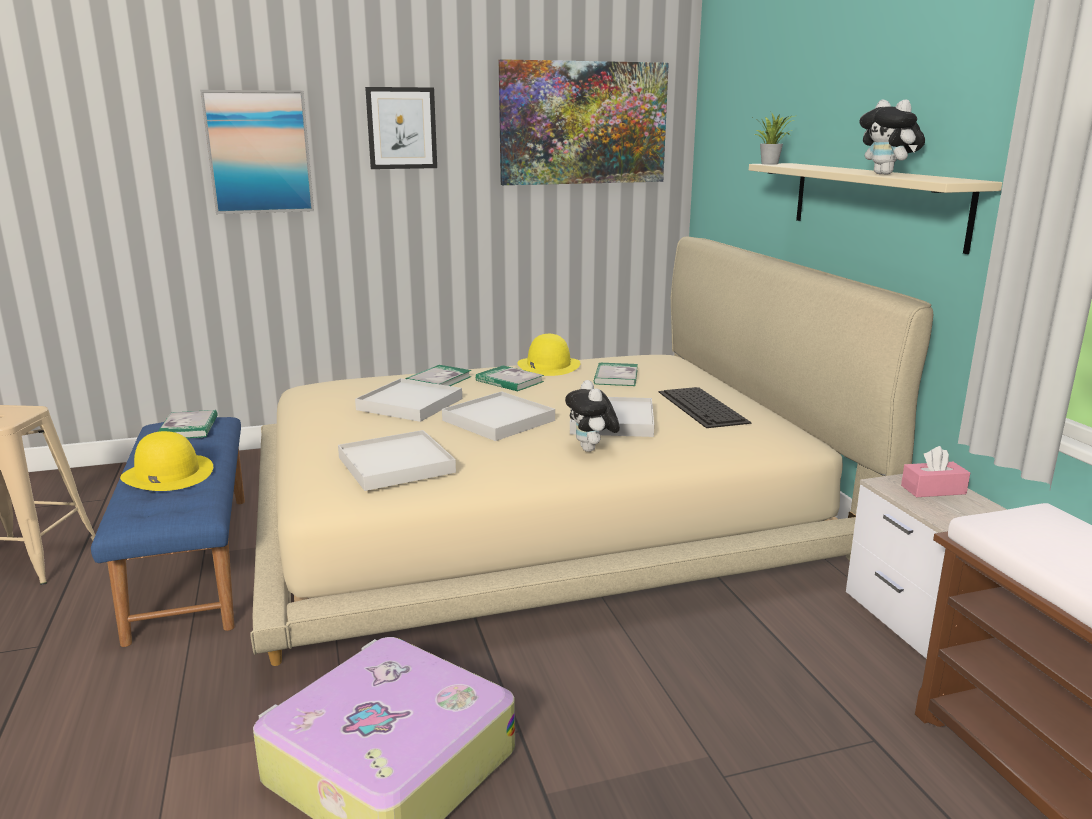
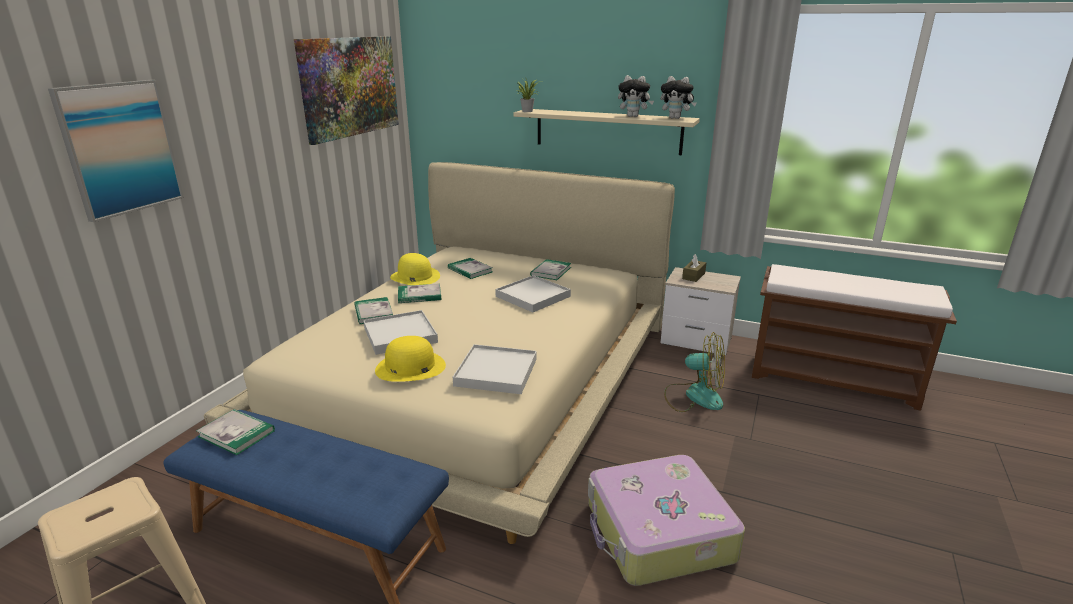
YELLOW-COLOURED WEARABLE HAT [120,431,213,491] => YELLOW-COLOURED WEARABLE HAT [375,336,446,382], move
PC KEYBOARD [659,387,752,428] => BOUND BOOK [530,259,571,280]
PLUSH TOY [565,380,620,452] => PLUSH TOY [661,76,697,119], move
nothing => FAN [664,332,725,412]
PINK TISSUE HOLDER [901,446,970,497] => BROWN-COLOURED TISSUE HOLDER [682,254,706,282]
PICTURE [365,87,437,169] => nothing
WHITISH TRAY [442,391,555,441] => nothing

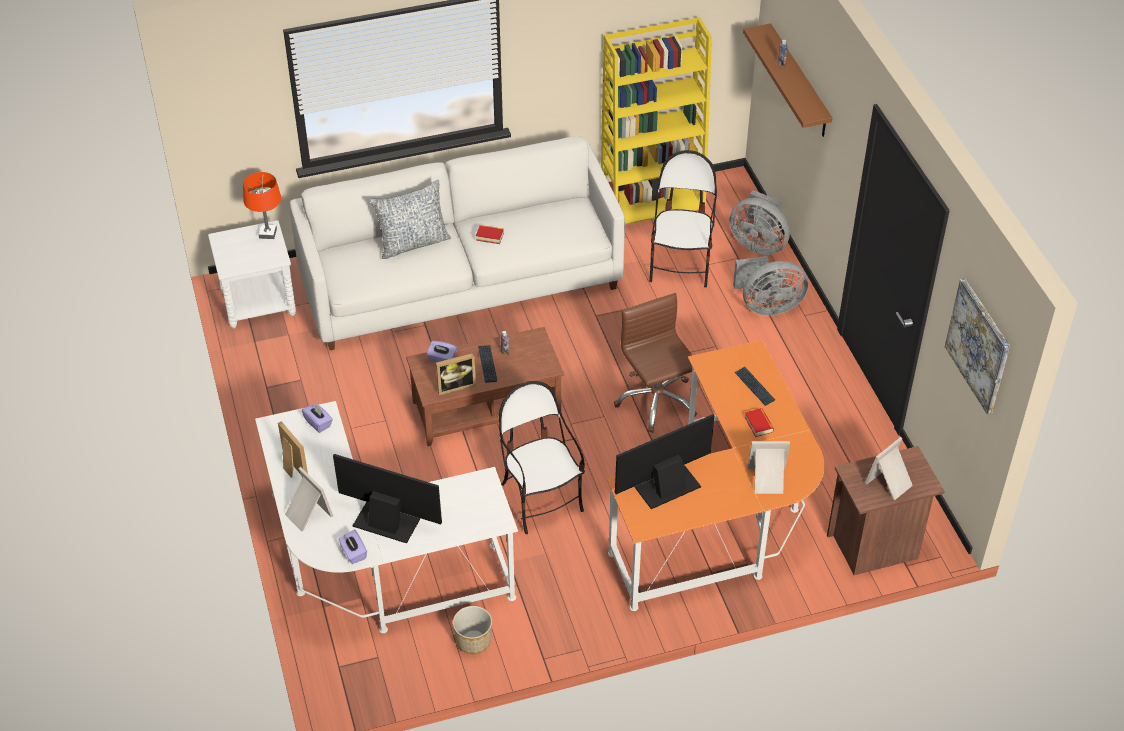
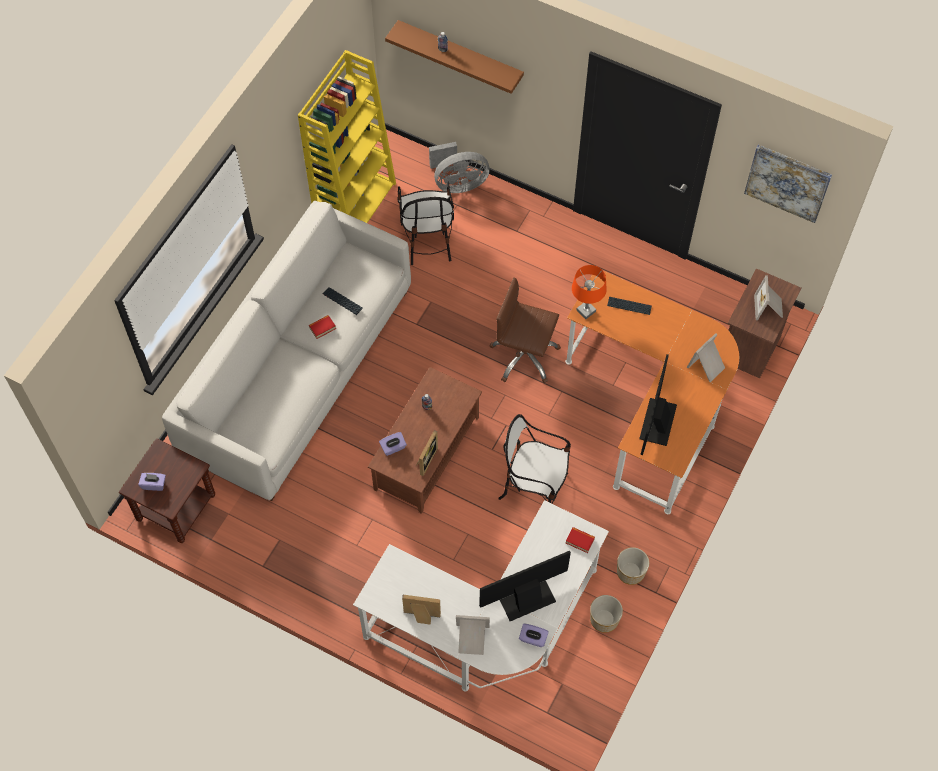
WHITISH ACCENT TABLE [208,220,296,328] => BROWN-COLOURED ACCENT TABLE [119,438,215,543]
PURPLE-COLOURED TISSUE HOLDER [302,404,333,433] => PURPLE-COLOURED TISSUE HOLDER [138,473,166,491], move
PC KEYBOARD [478,345,497,383] => PC KEYBOARD [323,287,362,315], move
PLAIN CHAIR [649,150,717,288] => PLAIN CHAIR [397,181,454,265], 150 degrees counterclockwise
BOUND BOOK [744,408,774,437] => BOUND BOOK [566,527,595,553], move
ORANGE-COLOURED LAMP FOR A TABLE [243,172,281,239] => ORANGE-COLOURED LAMP FOR A TABLE [572,265,607,319], move
nothing => PLANT POT [617,547,649,585]
THROW PILLOW [370,180,451,259] => nothing
GREYISH FAN [733,256,808,316] => nothing

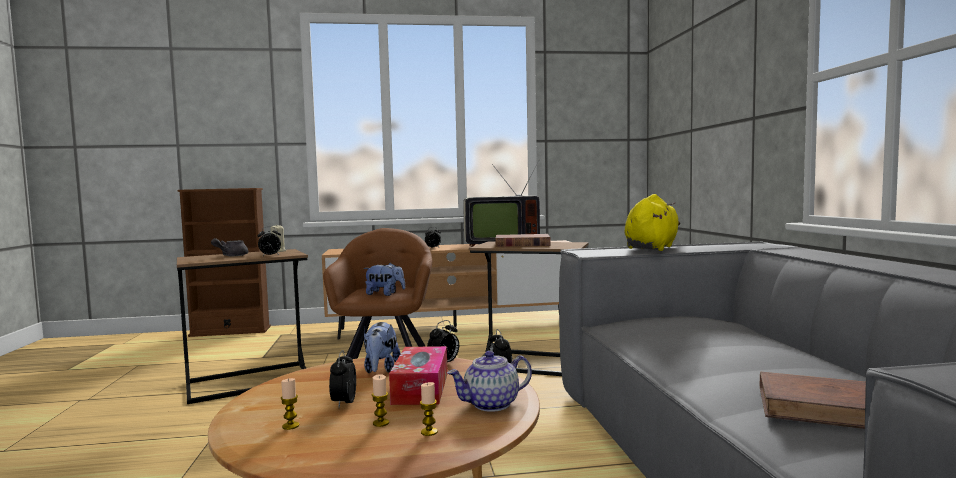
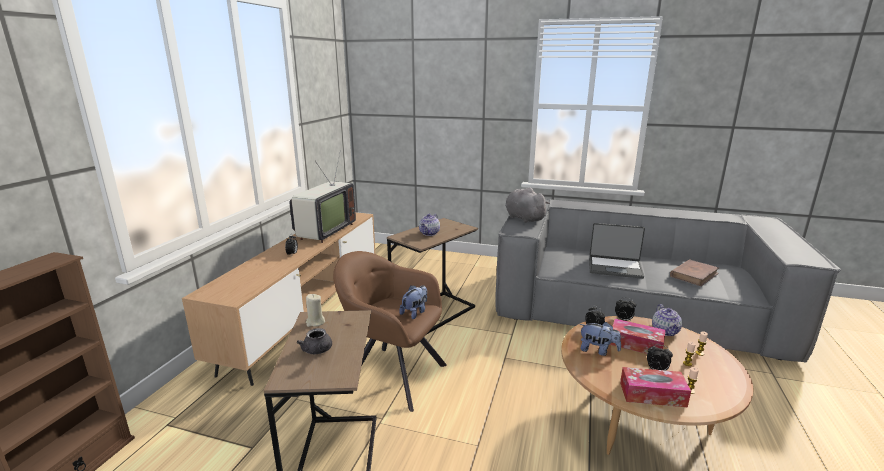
BROWN-COLOURED BOUND BOOK [495,234,551,247] => TEAPOT [419,214,440,236]
YELLOW-COLOURED PLUSH TOY [624,194,680,251] => GREYISH PLUSH TOY [505,188,550,223]
nothing => NOTEBOOK COMPUTER [589,223,645,279]
nothing => TISSUE HOLDER [620,367,691,408]
TABLE CLOCK [257,227,281,256] => nothing

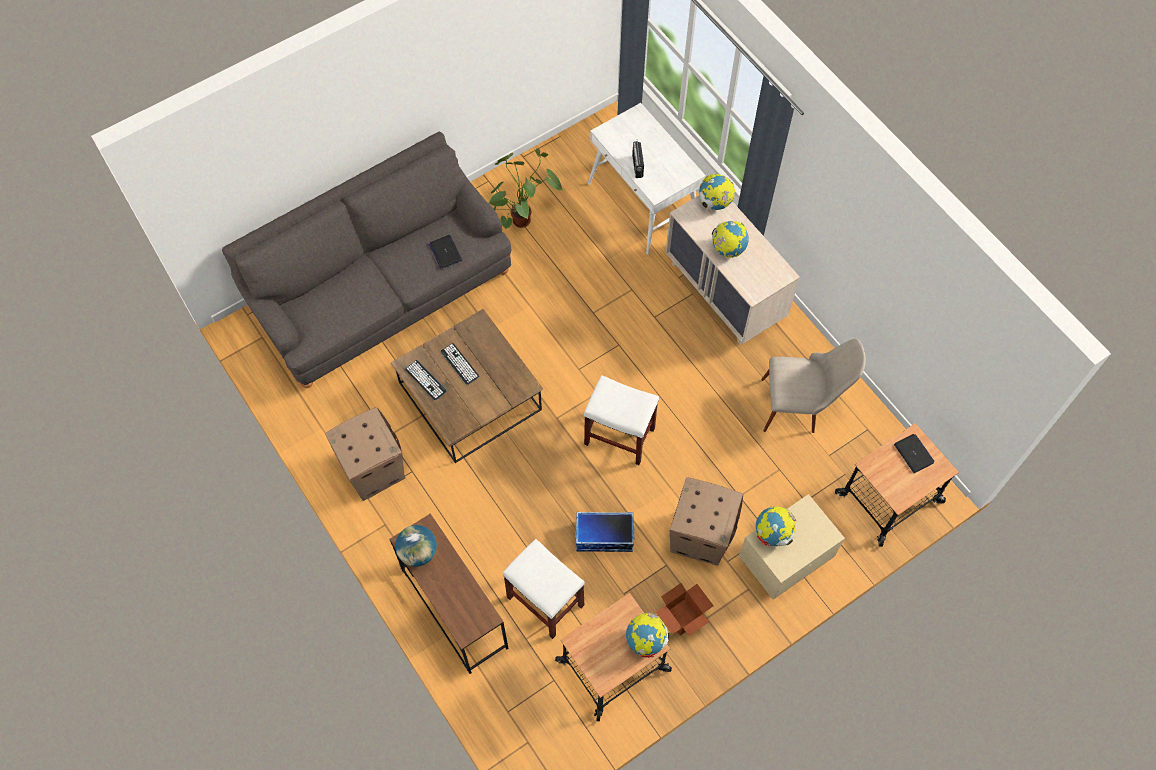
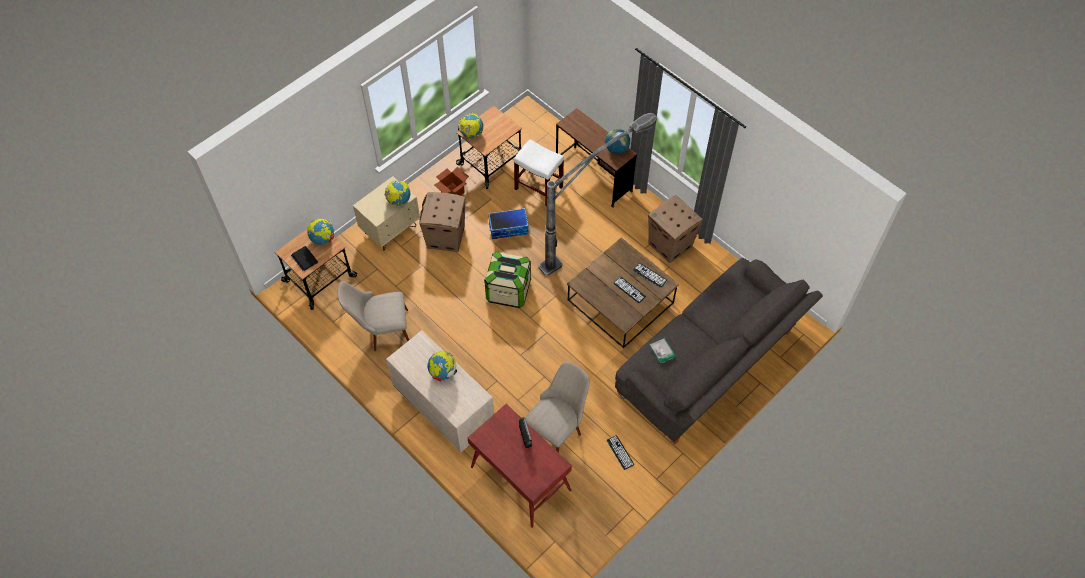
DESK GLOBE [699,174,735,210] => DESK GLOBE [307,219,334,245], move
WHITISH DESK TABLE [588,103,706,254] => RED-COLOURED DESK TABLE [468,404,572,528]
WHITISH STOOL [584,375,659,465] => STORAGE CONTAINER [484,251,531,308]
nothing => BEIGE PLAIN CHAIR [525,362,590,453]
nothing => FLOOR LAMP [539,113,657,276]
HOUSEPLANT [488,149,563,229] => PC KEYBOARD [607,435,634,470]
NOTEBOOK COMPUTER [429,235,462,268] => BOUND BOOK [650,338,676,364]

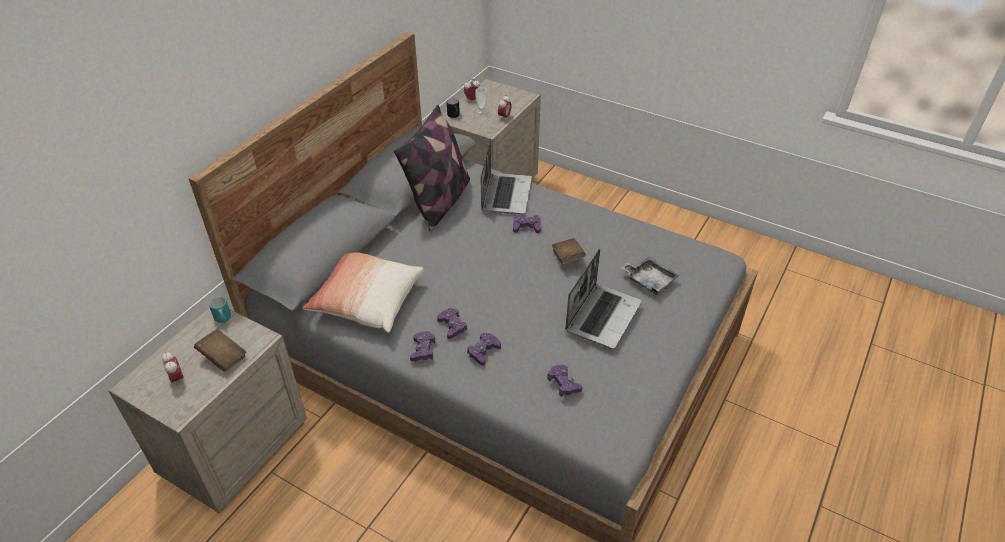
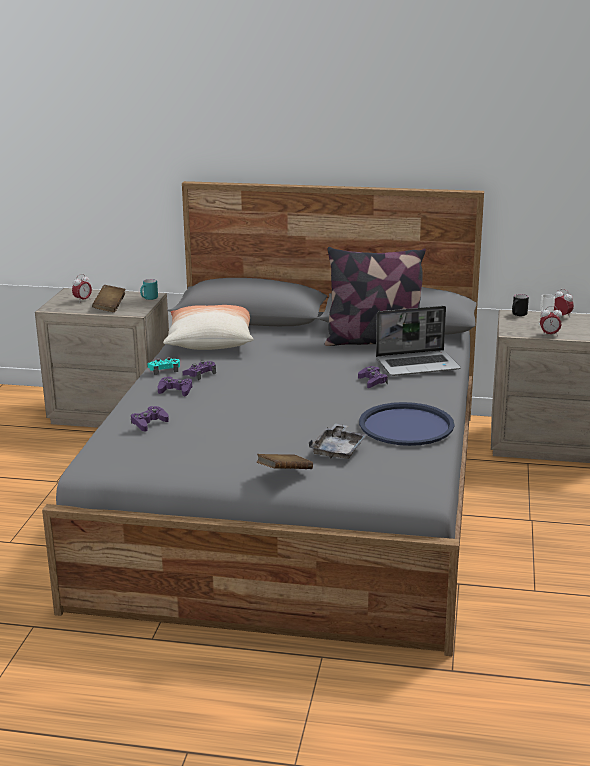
PURPLE-COLOURED JOYPAD [410,331,435,361] => TURQUOISE-COLOURED JOYPAD [148,357,180,375]
BROWN-COLOURED BOUND BOOK [551,238,586,264] => BROWN-COLOURED BOUND BOOK [257,454,313,469], move
nothing => BLUE-COLOURED TRAY [359,402,455,446]
NOTEBOOK COMPUTER [565,249,642,349] => nothing

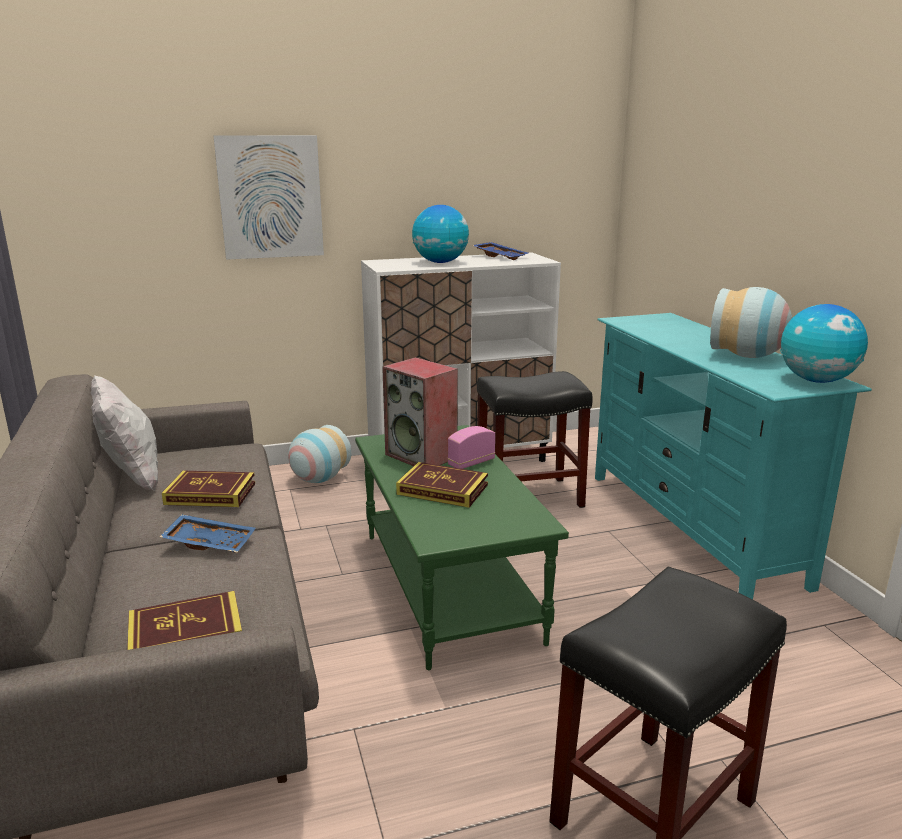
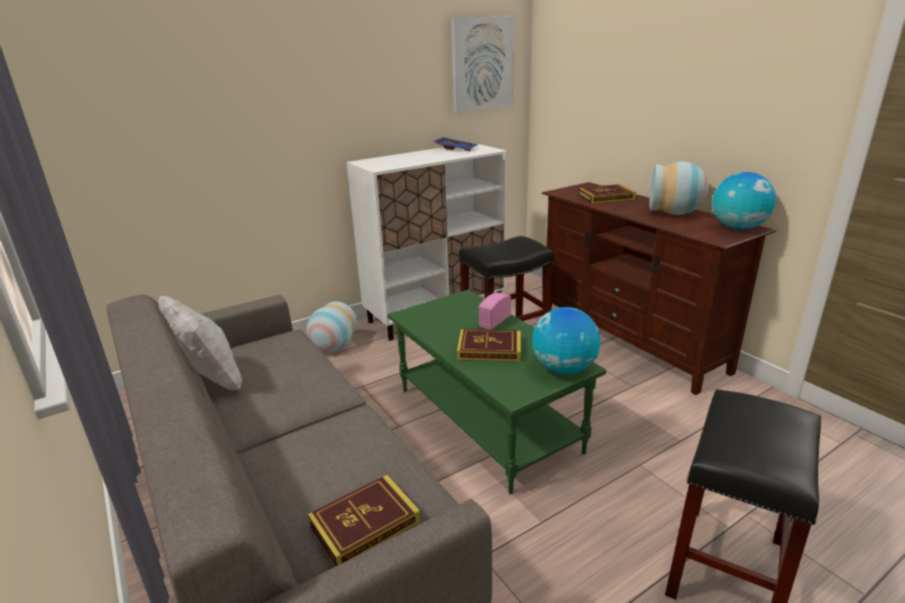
PICTURE [213,135,324,260] => PICTURE [451,16,514,113], move
DESK GLOBE [412,205,469,263] => DESK GLOBE [532,307,600,375], move
TURQUOISE-COLOURED TV UNIT [595,313,872,600] => BROWN-COLOURED TV UNIT [542,182,776,395]
BOUND BOOK [162,471,255,507] => BOUND BOOK [577,184,636,204], move
BLUE-COLOURED TRAY [160,514,256,553] => nothing
LOUDSPEAKER [382,357,458,466] => nothing

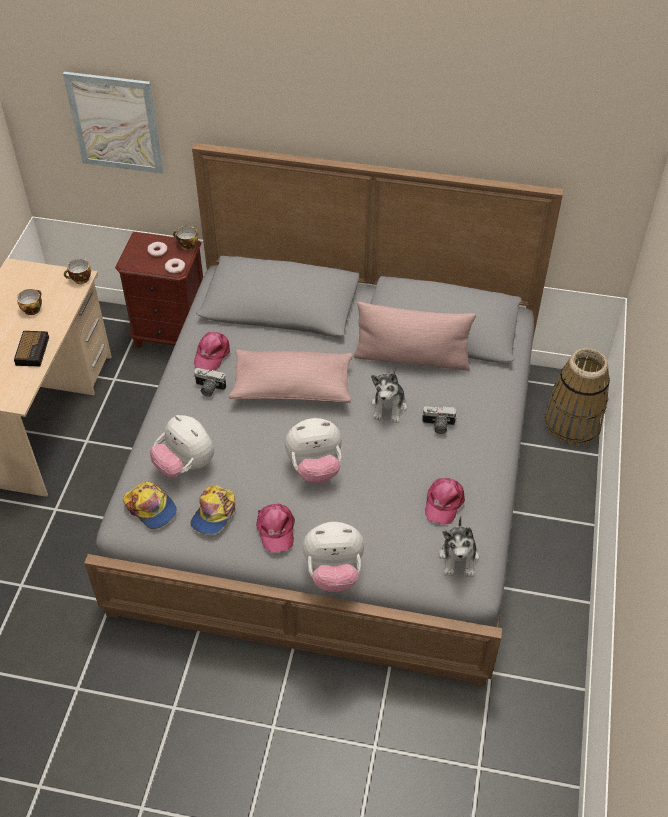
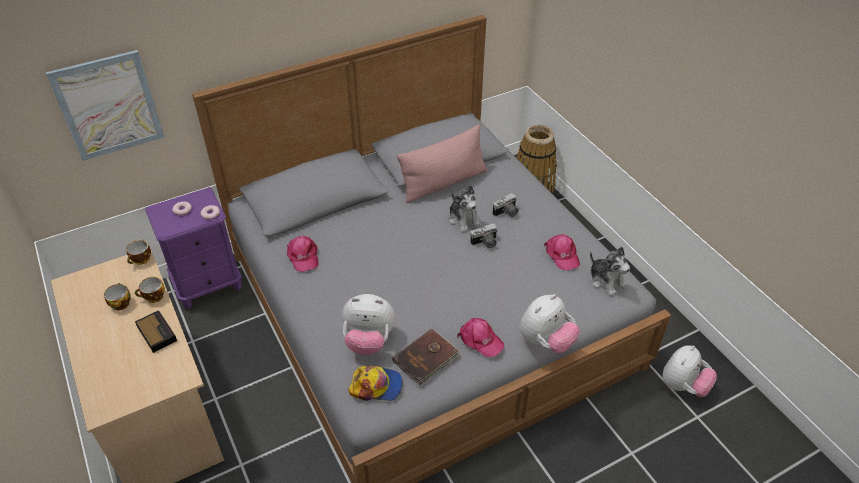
SMALL CUP [173,226,198,250] => SMALL CUP [135,277,165,303], move
BROWN-COLOURED NIGHT TABLE [115,232,203,348] => PURPLE-COLOURED NIGHT TABLE [145,187,242,309]
BASEBALL CAP [190,485,235,534] => BROWN-COLOURED BOUND BOOK [393,329,461,385]
STILL CAMERA [193,368,226,397] => STILL CAMERA [470,224,498,248], move
PLUSH TOY [285,418,342,483] => PLUSH TOY [663,345,717,397], move
PINK THROW PILLOW [229,349,353,403] => nothing

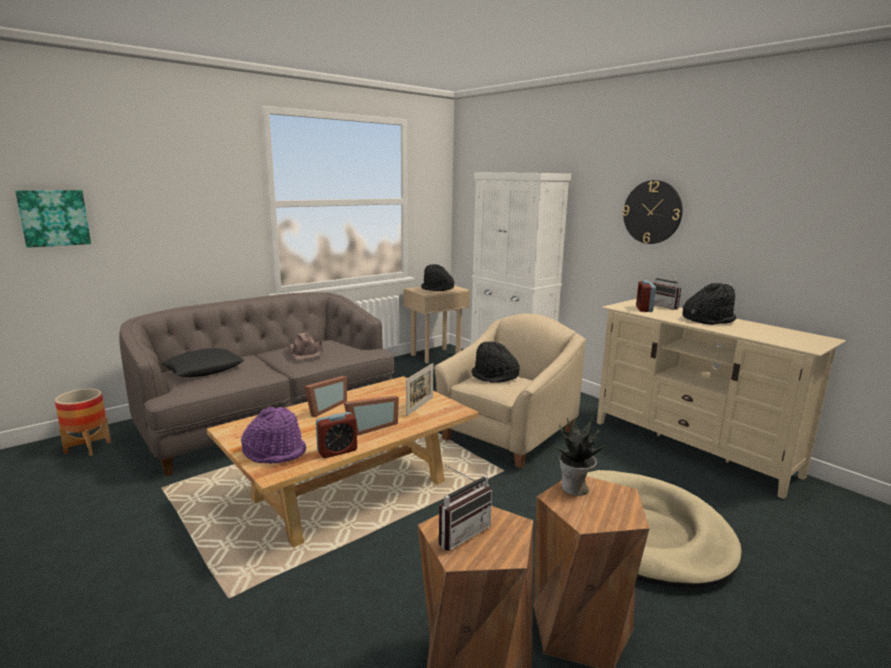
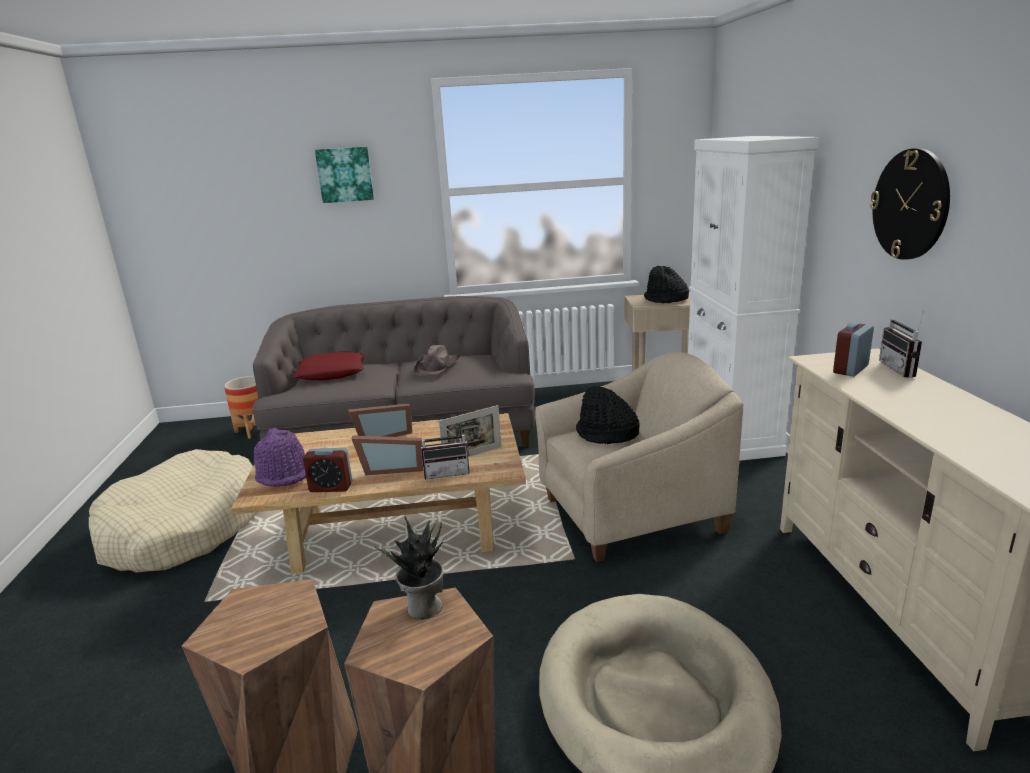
nothing => BEIGE DOG CUSHION [89,449,258,573]
BLACK-COLOURED THROW PILLOW [161,348,244,377] => RED-COLOURED THROW PILLOW [293,351,366,380]
PICTURE [15,190,91,248] => PICTURE [315,147,374,203], move
RADIO SET [439,465,492,551] => RADIO SET [421,421,470,479], move
BLACK-COLOURED WEARABLE HAT [682,283,736,325] => nothing

